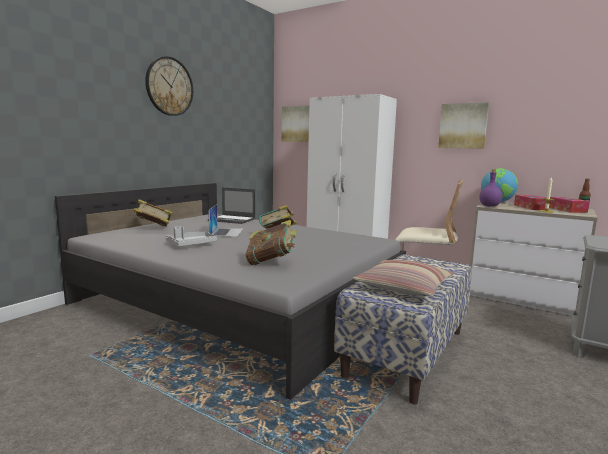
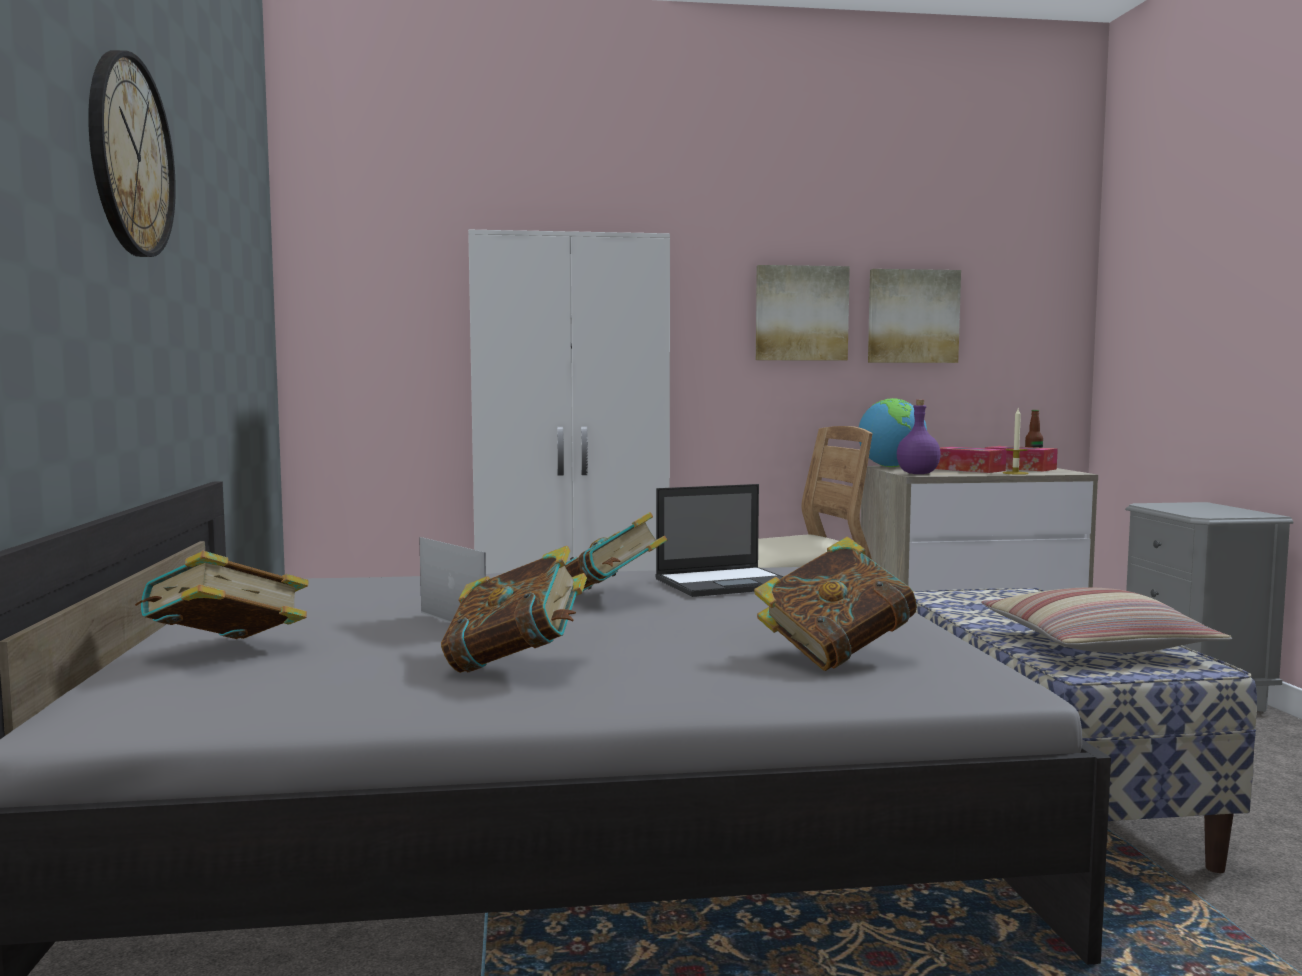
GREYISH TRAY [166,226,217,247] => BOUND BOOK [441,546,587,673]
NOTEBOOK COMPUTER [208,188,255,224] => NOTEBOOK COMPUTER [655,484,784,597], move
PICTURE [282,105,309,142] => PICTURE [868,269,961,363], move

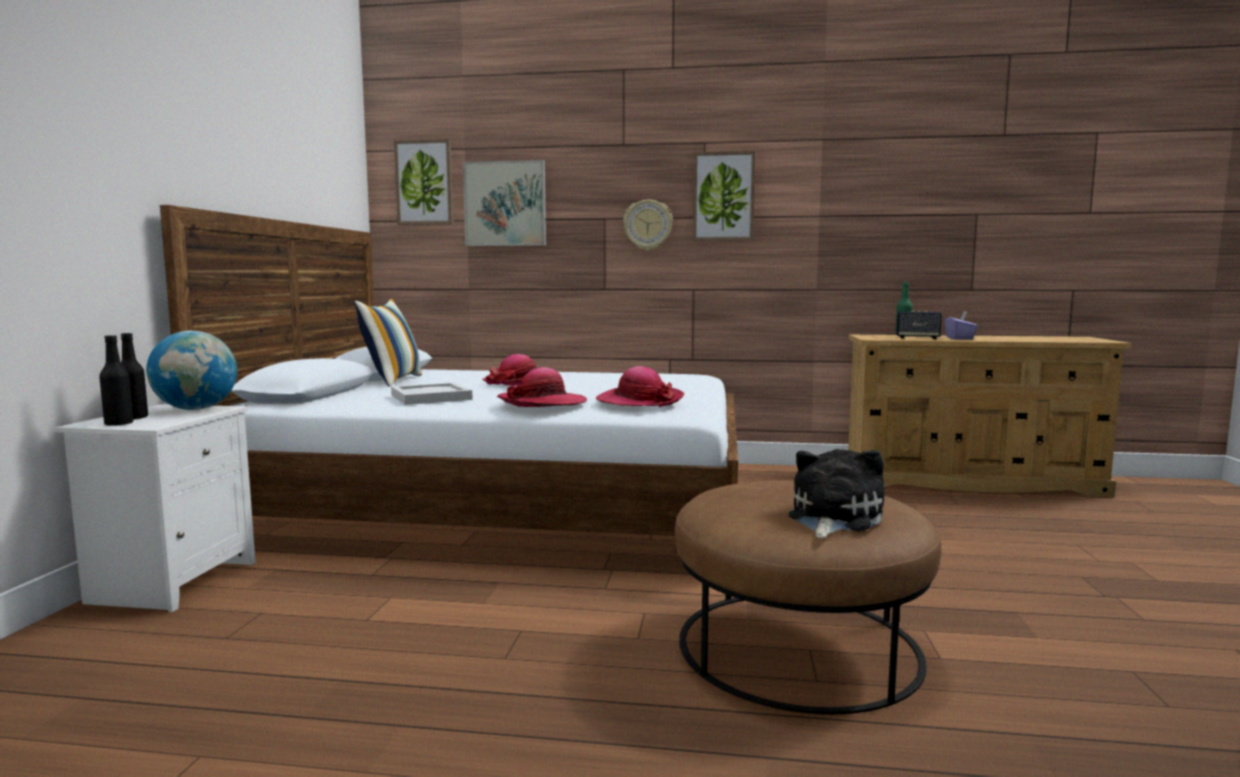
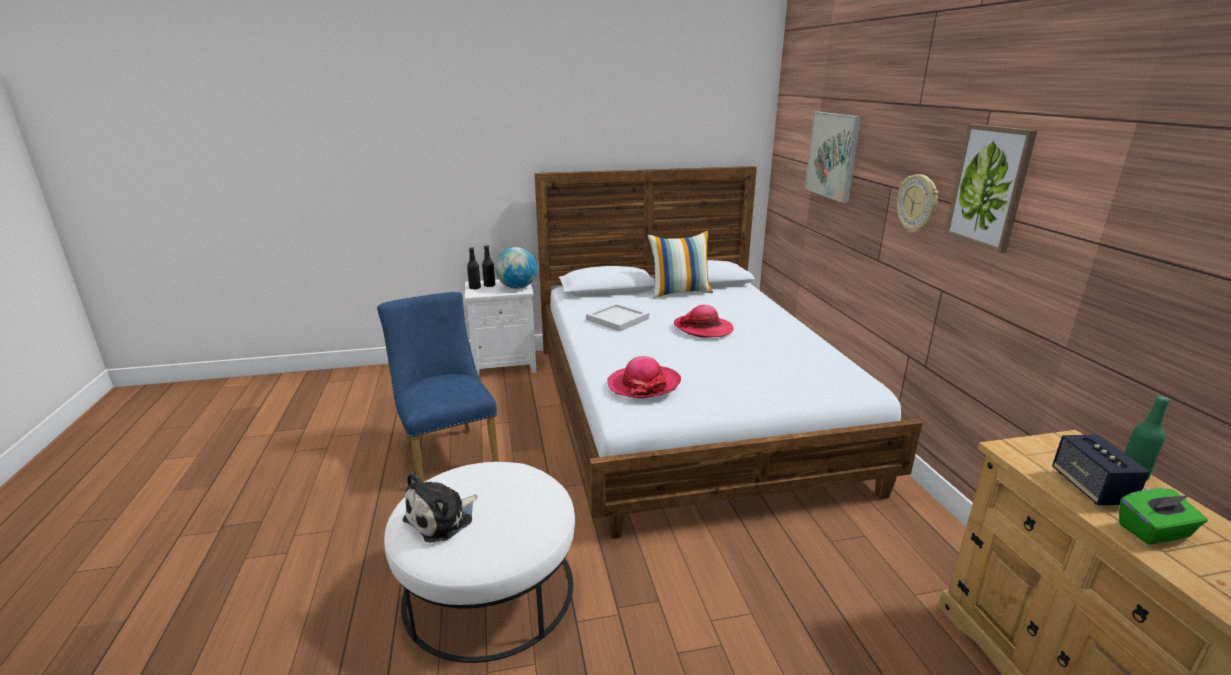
nothing => BLUE-COLOURED PLAIN CHAIR [377,292,499,482]
BROWN-COLOURED OTTOMAN [675,480,941,714] => WHITISH OTTOMAN [384,462,575,663]
PLUSH TOY [789,449,884,539] => PLUSH TOY [403,472,478,543], 120 degrees clockwise
PURPLE-COLOURED TISSUE HOLDER [945,311,978,340] => GREEN-COLOURED TISSUE HOLDER [1119,488,1207,544]
PICTURE [394,139,453,225] => nothing
WEARABLE HAT [497,367,587,407] => nothing

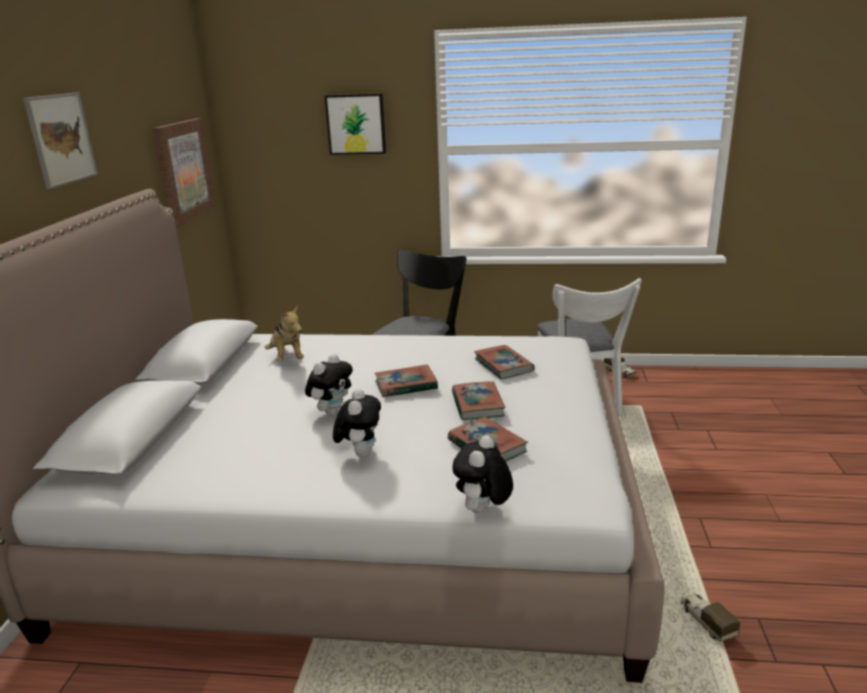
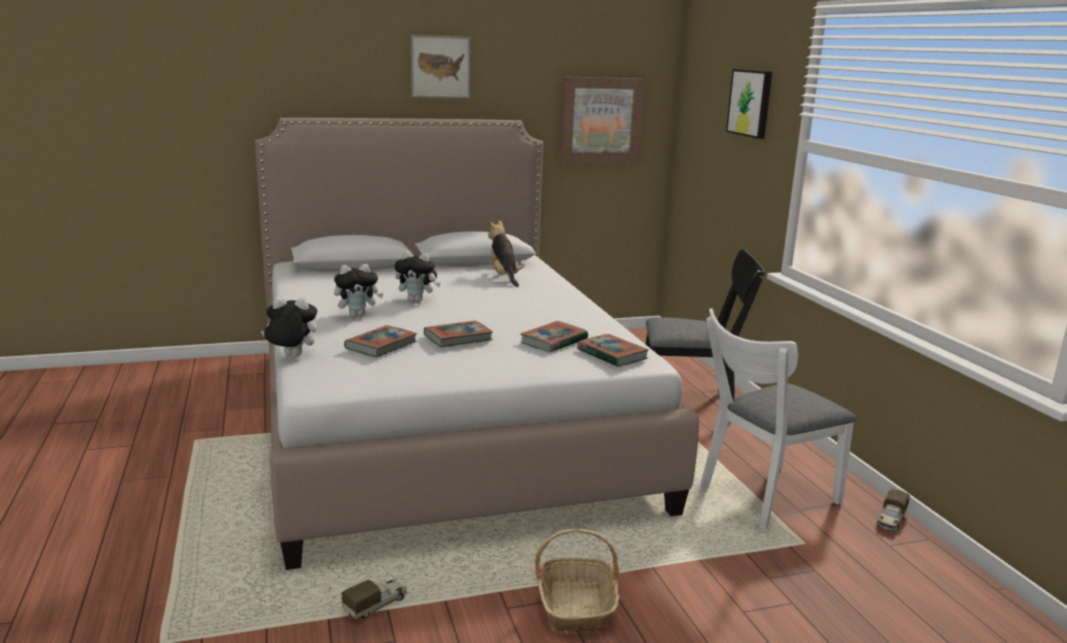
PLUSH TOY [265,306,304,361] => PLUSH TOY [488,220,523,287], 120 degrees clockwise
nothing => STORAGE BASKET [535,529,620,631]
BOUND BOOK [375,364,438,397] => BOUND BOOK [577,334,649,367], move

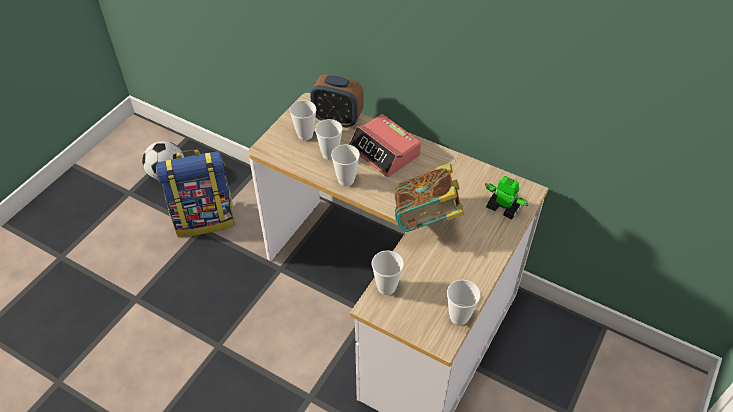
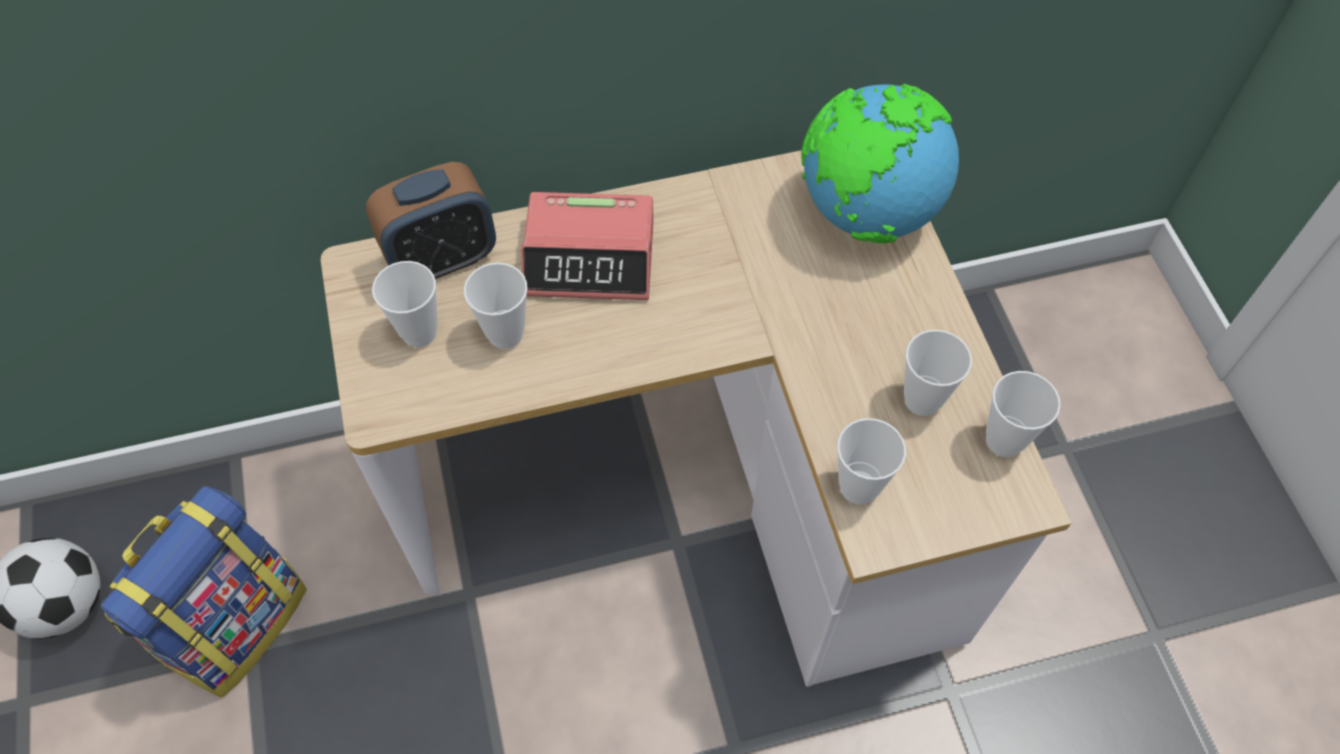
TOY ROBOT [485,176,528,219] => DESK GLOBE [801,84,959,243]
SMALL CUP [331,144,360,186] => SMALL CUP [904,330,972,416], move
BOUND BOOK [394,163,464,232] => nothing

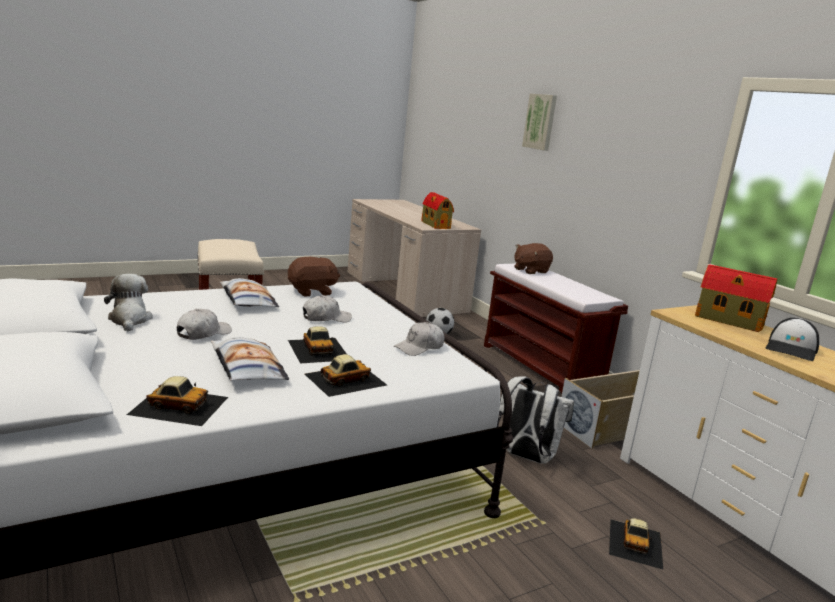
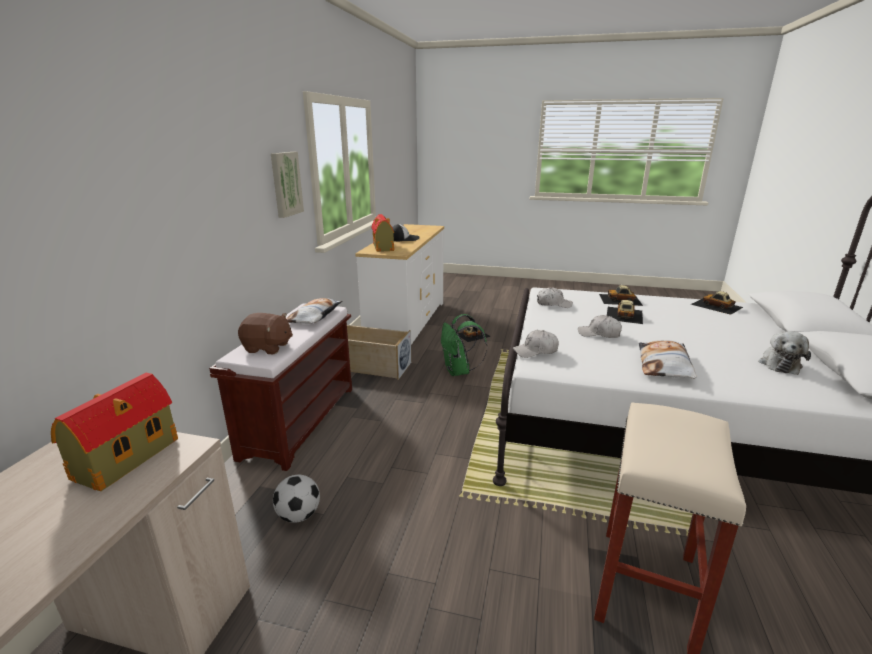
PICTURE [522,94,557,151] => PICTURE [271,152,304,218], move
THROW PILLOW [211,337,289,381] => THROW PILLOW [286,298,343,324], move
WHITISH KNAPSACK [497,376,574,464] => GREEN-COLOURED KNAPSACK [441,314,487,376]
WHITISH BASEBALL CAP [177,309,232,340] => WHITISH BASEBALL CAP [513,330,559,358], move
BROWN-COLOURED PLUSH TOY [288,257,340,297] => nothing

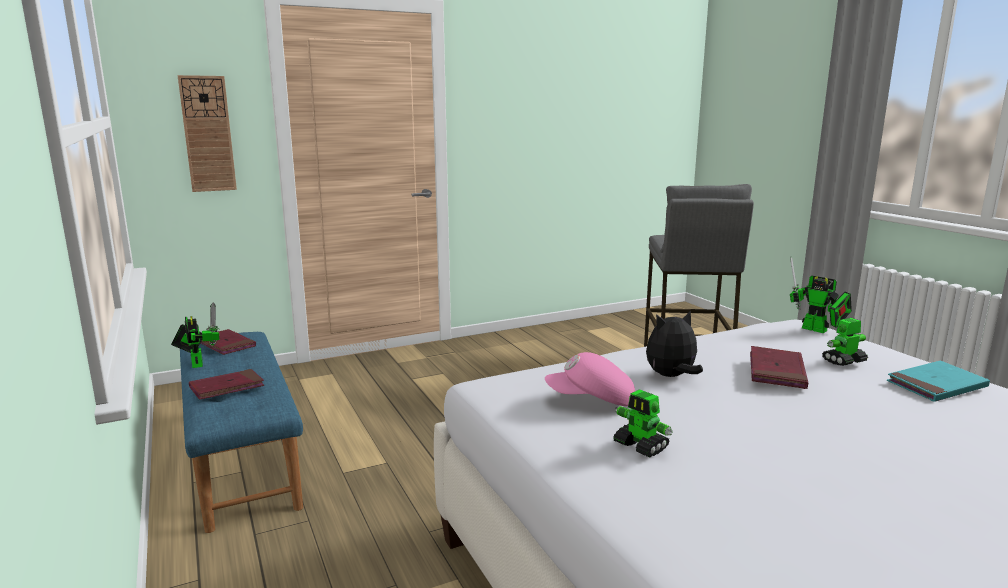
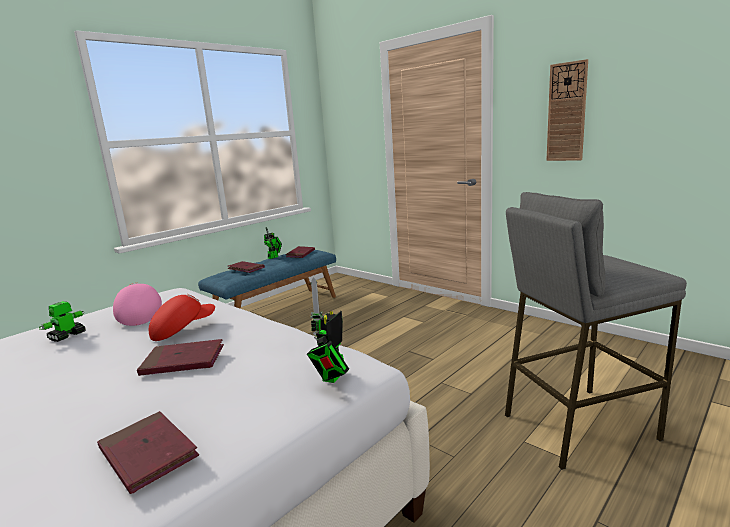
TURQUOISE-COLOURED BOUND BOOK [887,361,990,402] => RED-COLOURED BOUND BOOK [97,411,199,494]
PLUSH TOY [646,310,703,377] => RED-COLOURED BASEBALL CAP [149,294,215,341]
CLOCK ON THE WALL [178,75,237,192] => CLOCK ON THE WALL [546,59,588,161], move
TOY ROBOT [822,318,868,366] => nothing

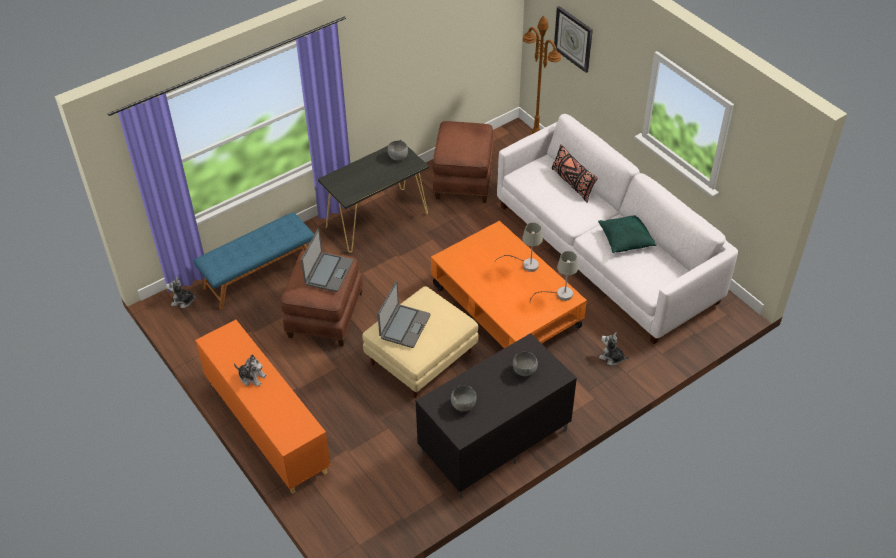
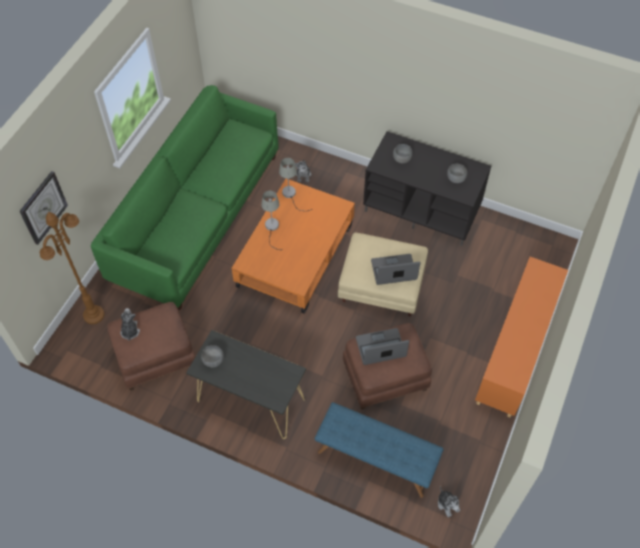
WHITISH COUCH [497,114,738,344] => GREEN-COLOURED COUCH [91,85,279,310]
PLUSH TOY [234,355,267,387] => PLUSH TOY [120,308,140,341], move
BLACK-COLOURED THROW PILLOW [552,144,598,202] => nothing
GREEN-COLOURED THROW PILLOW [598,216,657,253] => nothing

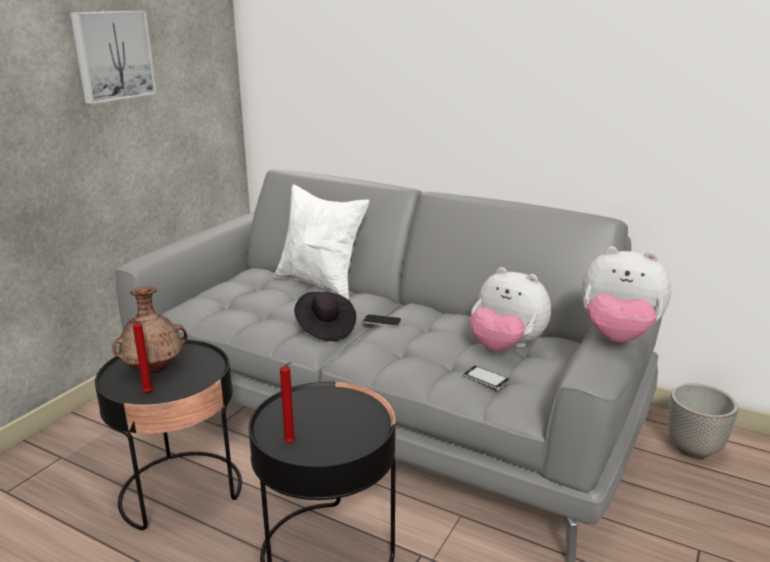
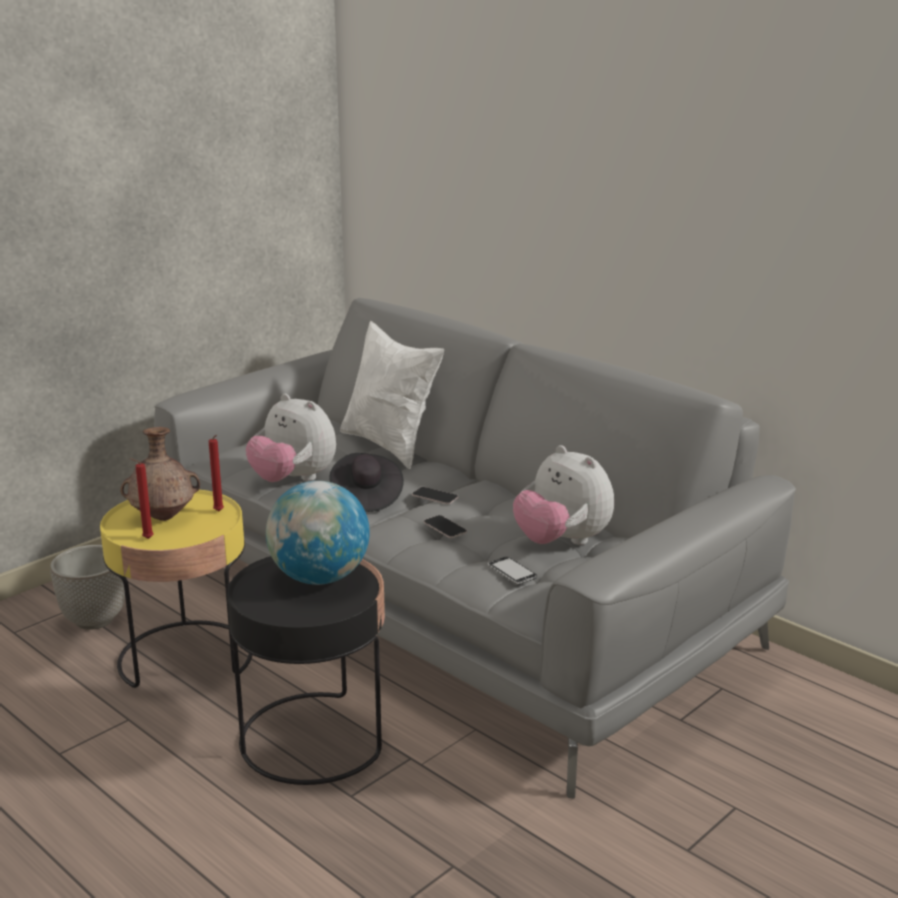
PLANT POT [667,383,738,459] => PLANT POT [50,545,125,630], move
BLACK-COLOURED ACCENT TABLE [95,340,242,530] => YELLOW-COLOURED ACCENT TABLE [100,490,252,688]
RED-COLOURED WAX LIGHT [280,362,296,443] => RED-COLOURED WAX LIGHT [209,435,224,511], move
PLUSH TOY [582,247,671,343] => PLUSH TOY [246,394,336,482], move
nothing => DESK GLOBE [266,481,370,585]
nothing => TELEPHONE [424,515,467,538]
PICTURE [70,10,157,104] => nothing

